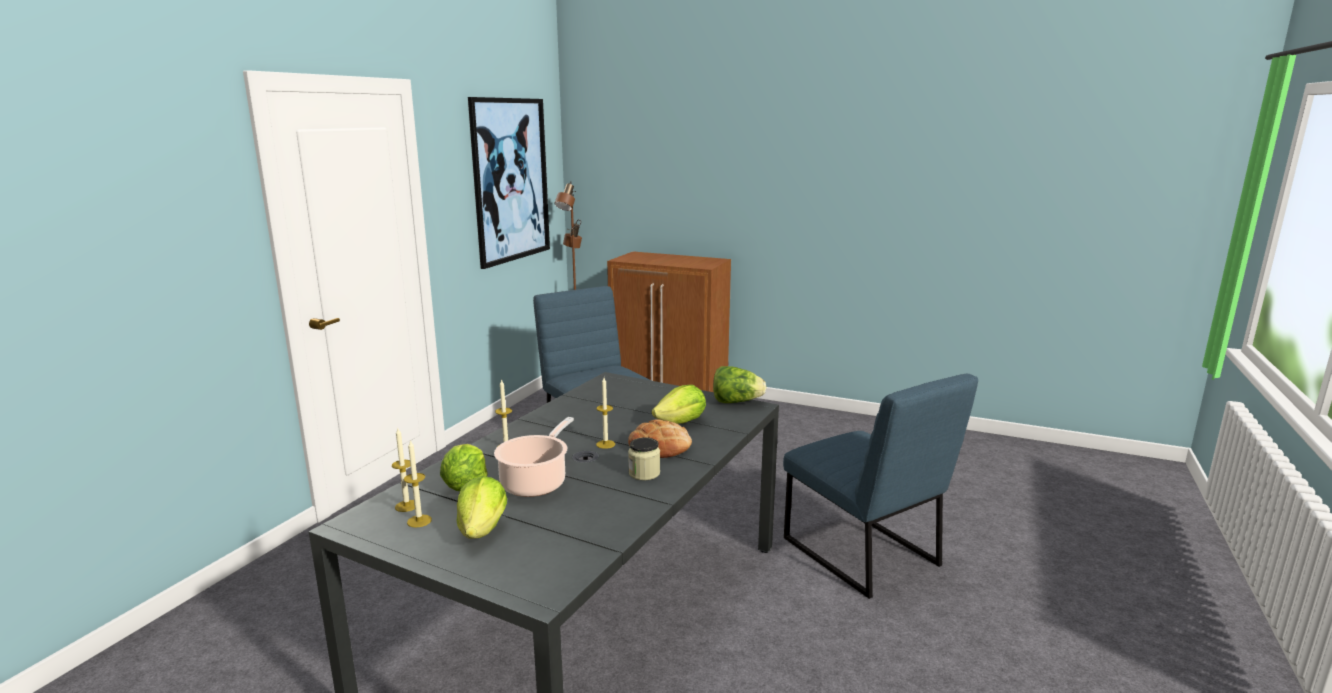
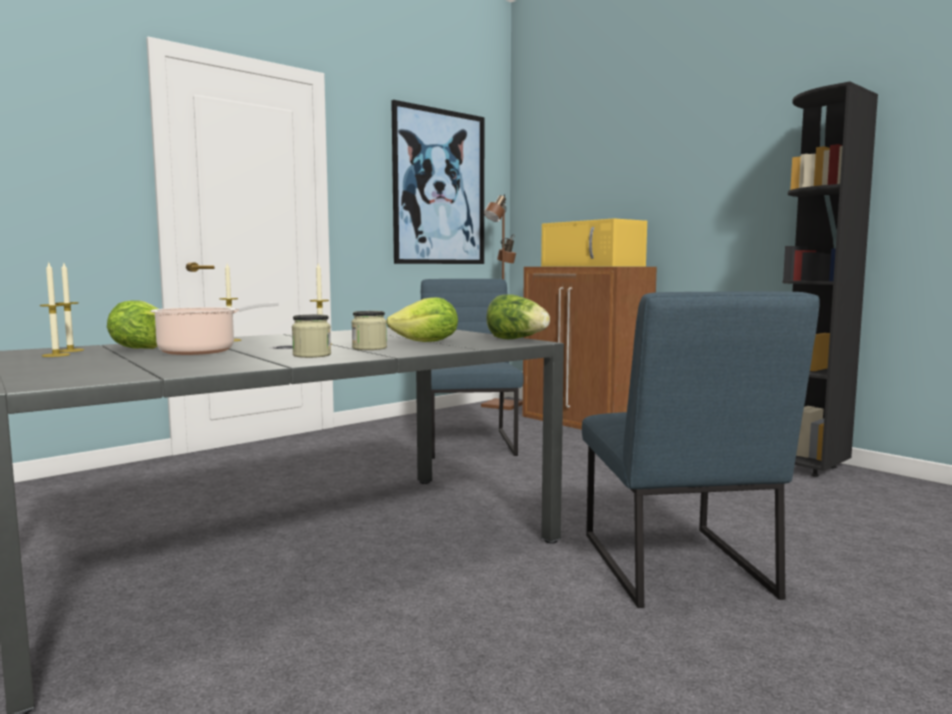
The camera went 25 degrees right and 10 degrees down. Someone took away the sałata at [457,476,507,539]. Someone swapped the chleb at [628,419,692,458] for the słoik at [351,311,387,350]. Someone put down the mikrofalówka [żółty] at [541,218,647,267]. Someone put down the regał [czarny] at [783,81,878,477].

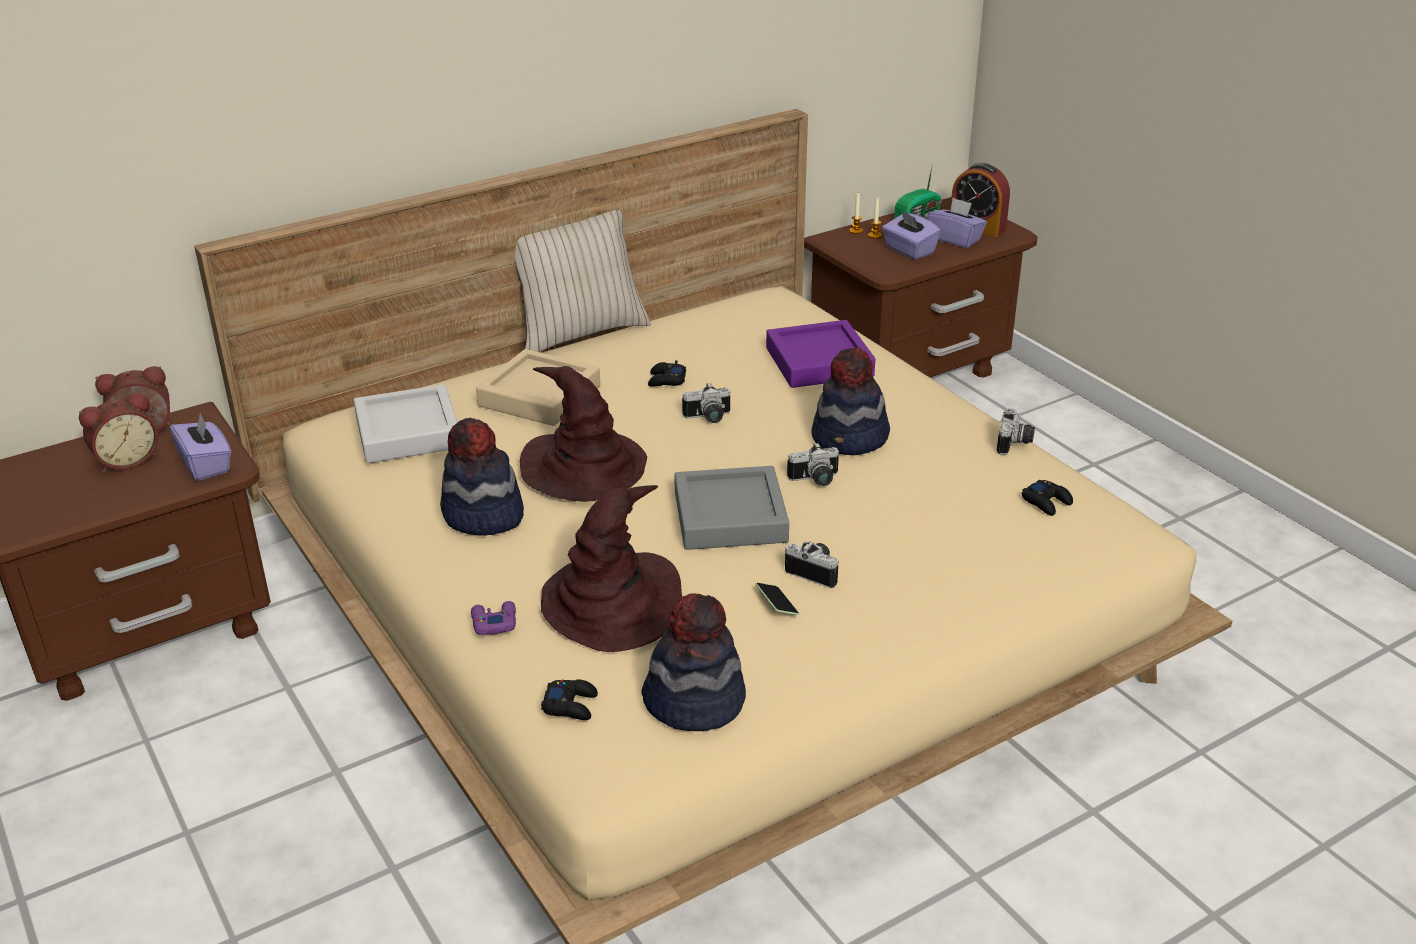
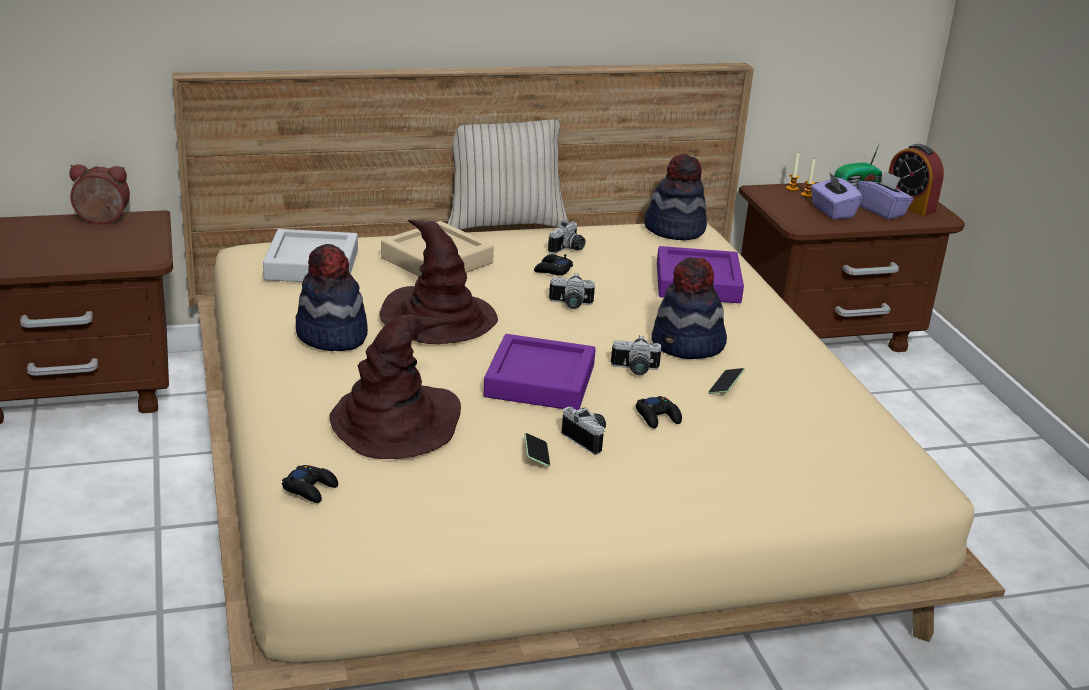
The camera went 15 degrees right and 5 degrees down. Someone took away the budzik at [79,392,158,472]. Someone took away the pudełko chusteczek [fioletowy] at [170,414,231,481]. Someone took away the pad do gier [fioletowy] at [471,601,516,635]. Someone carried the kapelusz from [641,593,746,731] to [644,153,707,240]. Someone repainted the taca [szary] at [674,466,789,550], which became the taca [fioletowy] at [483,334,596,410]. Someone carried the aparat fotograficzny from [997,408,1035,455] to [548,220,586,254]. Someone carried the pad do gier [czarny] from [1022,480,1073,516] to [636,396,682,428]. Someone put down the telefon at [708,368,745,394].

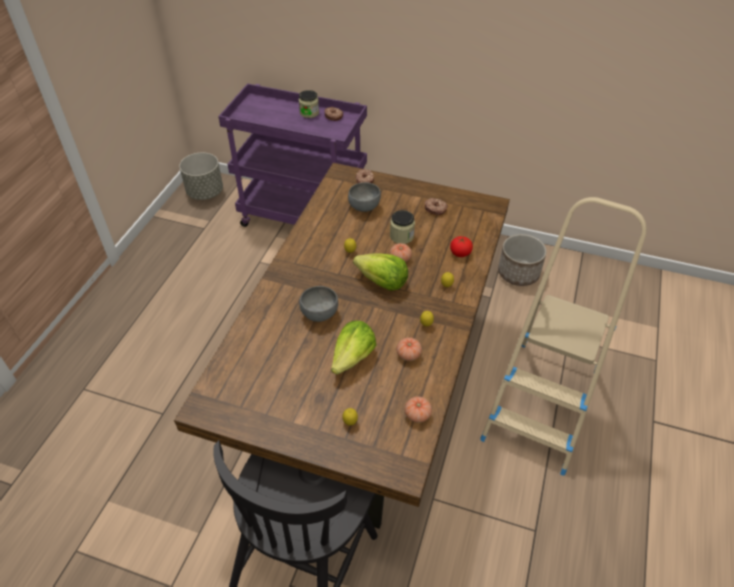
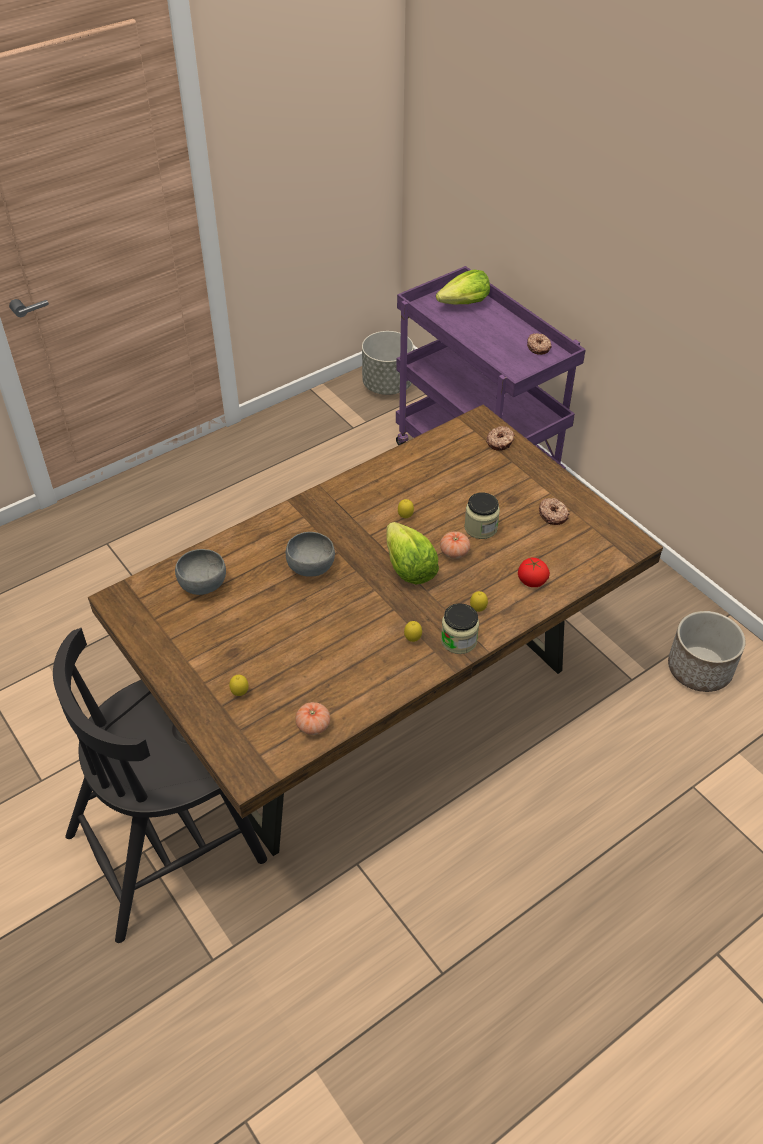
The camera went 35 degrees right and 0 degrees up. Someone carried the słoik from [298,90,319,118] to [441,603,479,654]. Someone carried the sałata from [331,320,376,375] to [436,270,490,305]. Someone carried the miska [szary] from [348,182,381,212] to [175,549,226,595]. Someone took away the pomidor at [396,338,422,361]. Someone took away the drabinka [beżowy] at [480,197,646,476].

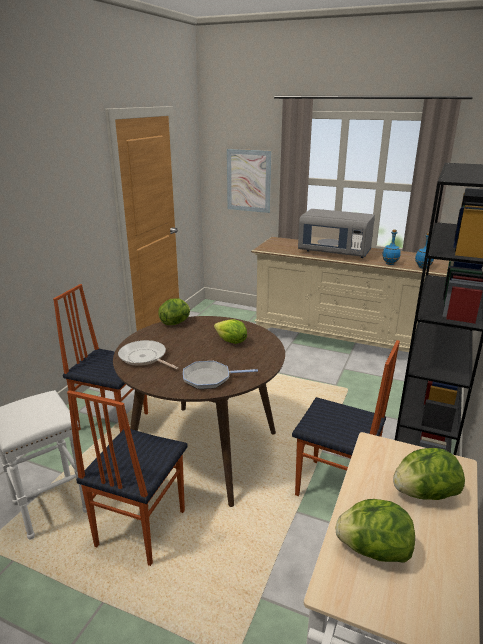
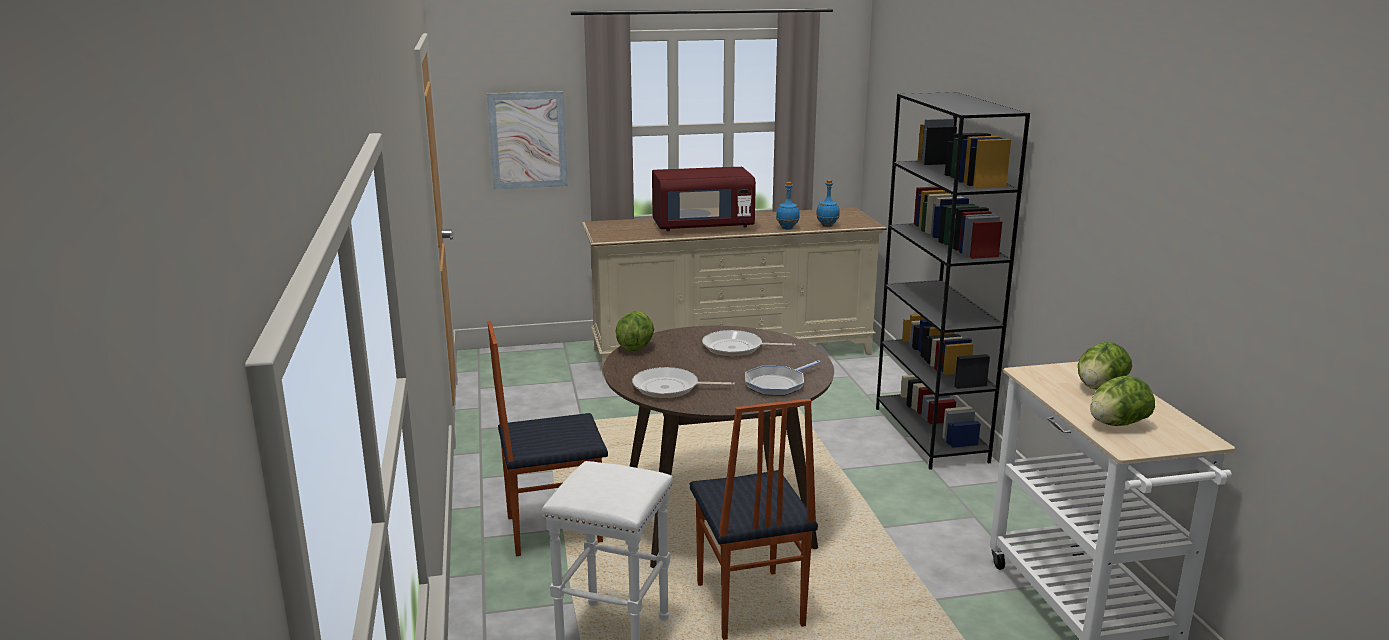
The camera went 35 degrees left and 5 degrees down. Someone swapped the sałata at [214,319,247,344] for the patelnia at [702,330,796,357]. Someone took away the krzesło at [292,340,400,496]. Someone repainted the mikrofalówka [szary] at [298,209,375,258], which became the mikrofalówka [czerwony] at [652,167,756,231].

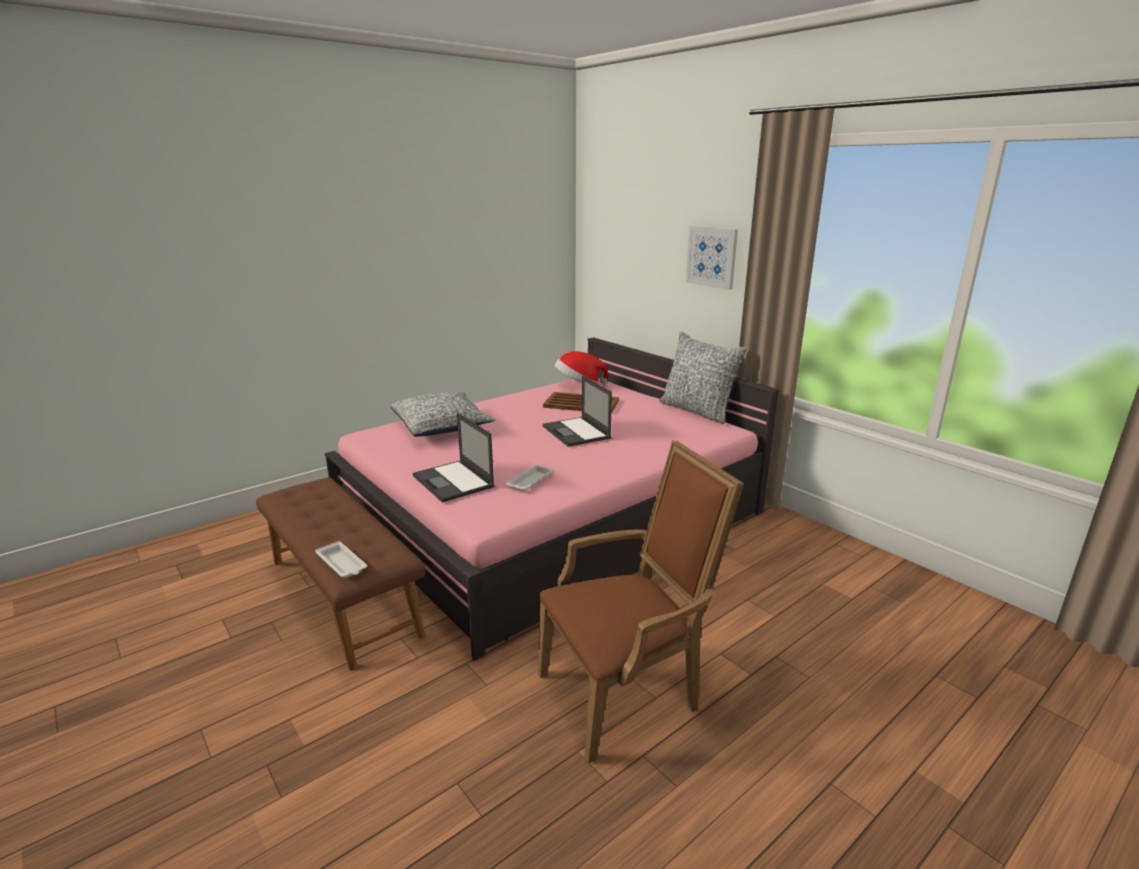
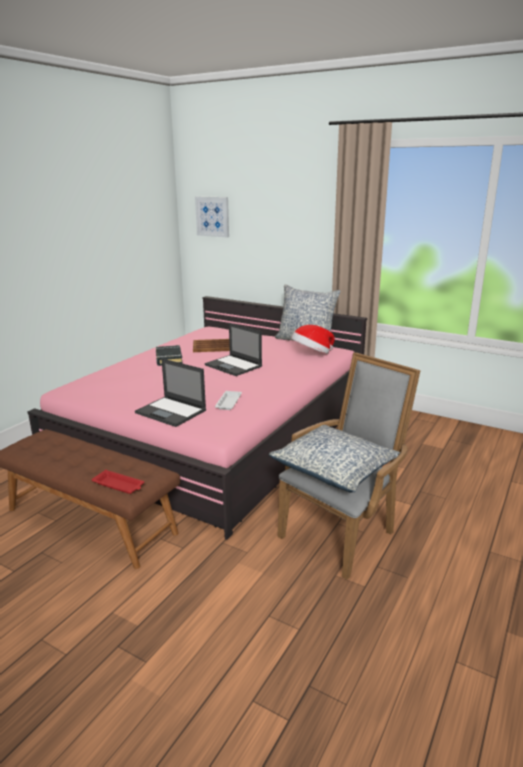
The camera went 20 degrees left and 0 degrees up. Someone repainted the taca [biały] at [315,541,367,578], which became the taca [czerwony] at [92,470,144,494]. Someone carried the poduszka from [390,392,495,437] to [269,425,400,493]. Someone repainted the fotel [brązowy] at [538,440,744,763], which became the fotel [szary] at [278,352,421,580]. Someone carried the kapelusz from [555,351,608,384] to [291,325,335,354]. Someone carried the obraz from [686,226,738,290] to [195,196,229,238]. Someone put down the książka [czarny] at [156,345,183,366].

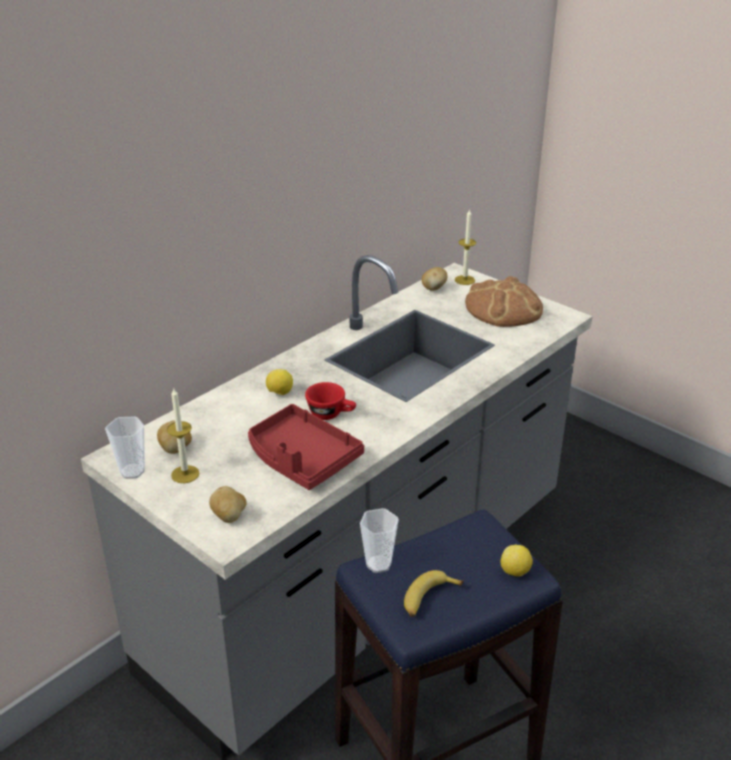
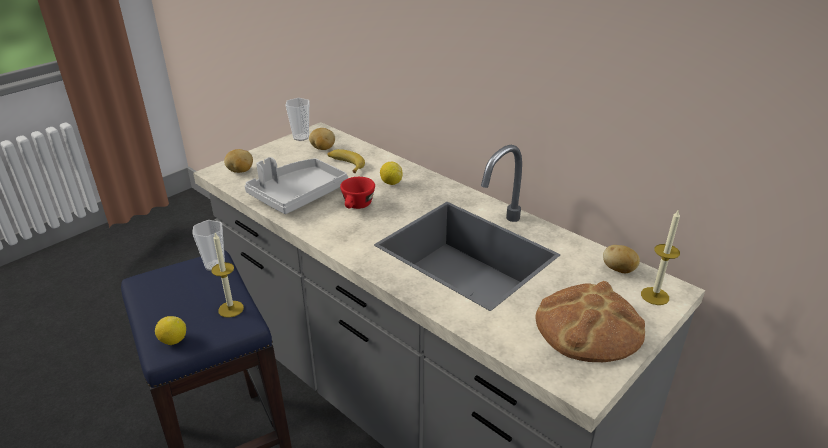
The camera went 90 degrees right and 0 degrees up. Someone carried the świeca from [167,387,200,483] to [211,233,244,318]. Someone repainted the taca [czerwony] at [248,404,364,490], which became the taca [szary] at [245,157,348,214]. Someone carried the banan from [404,570,464,617] to [327,149,365,173].

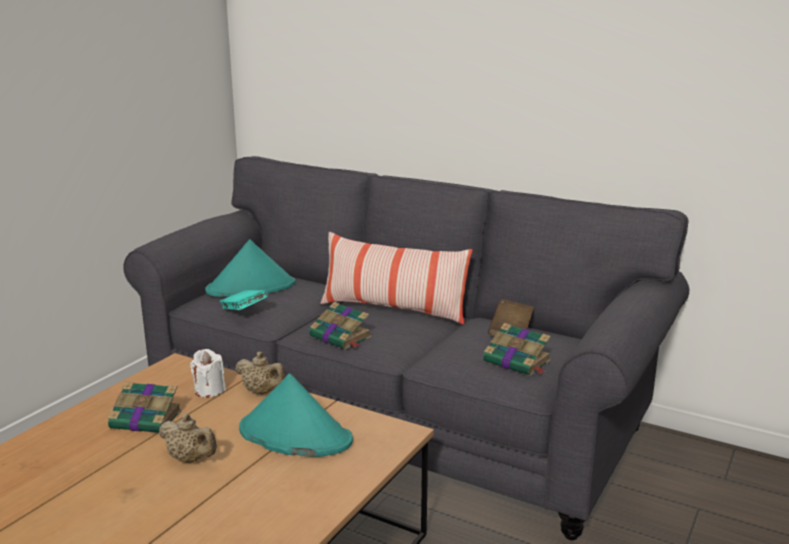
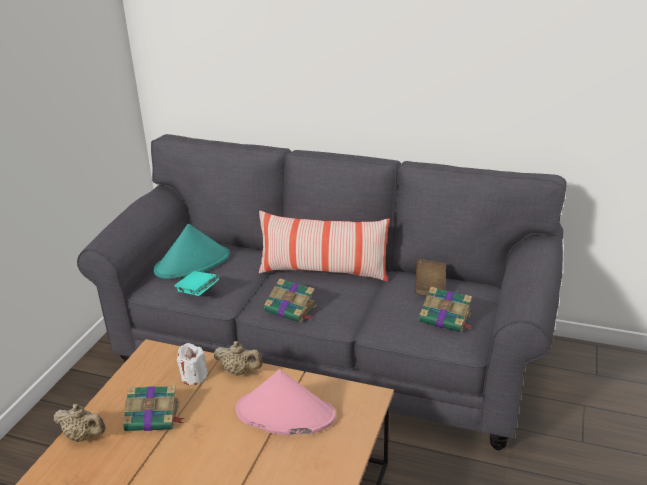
The camera went 10 degrees left and 10 degrees up. Someone carried the imbryk [beżowy] from [159,413,217,463] to [54,404,105,442]. Someone repainted the kapelusz [turkusowy] at [239,374,353,457], which became the kapelusz [różowy] at [236,369,336,435].

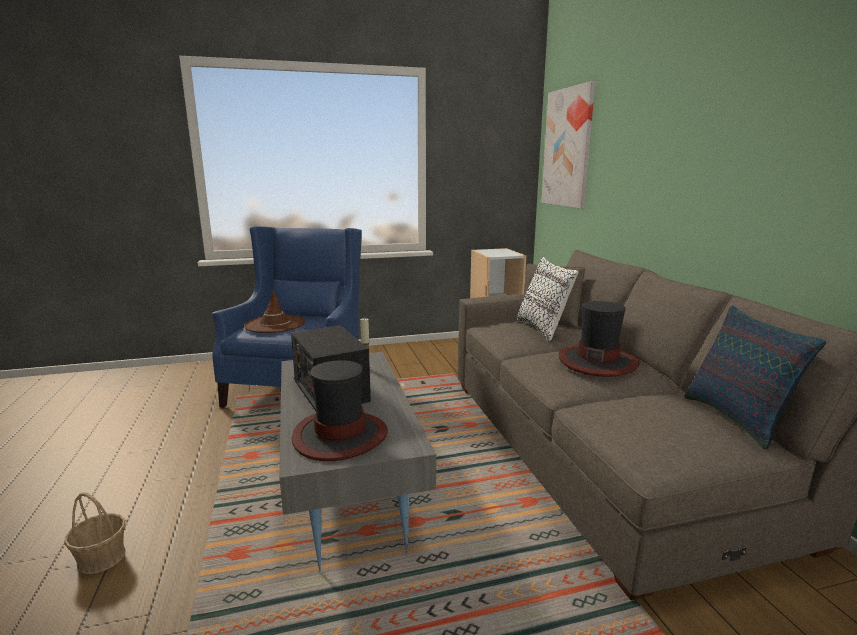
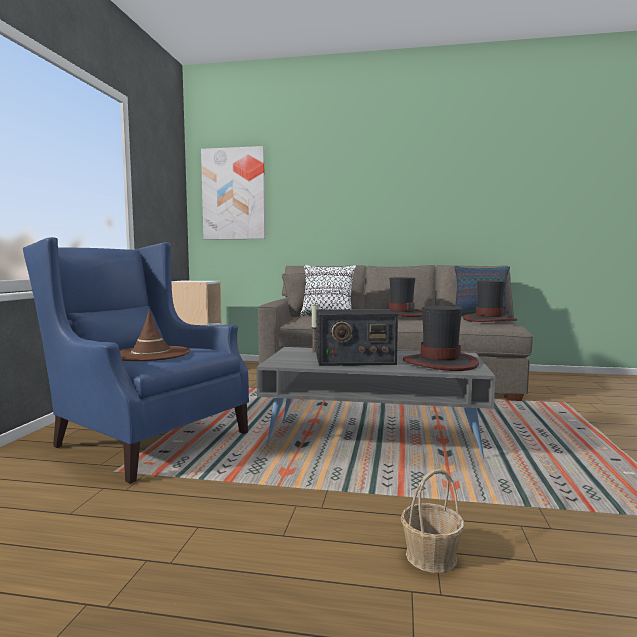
The camera went 65 degrees left and 10 degrees down. Someone put down the kapelusz at [463,280,517,322].

